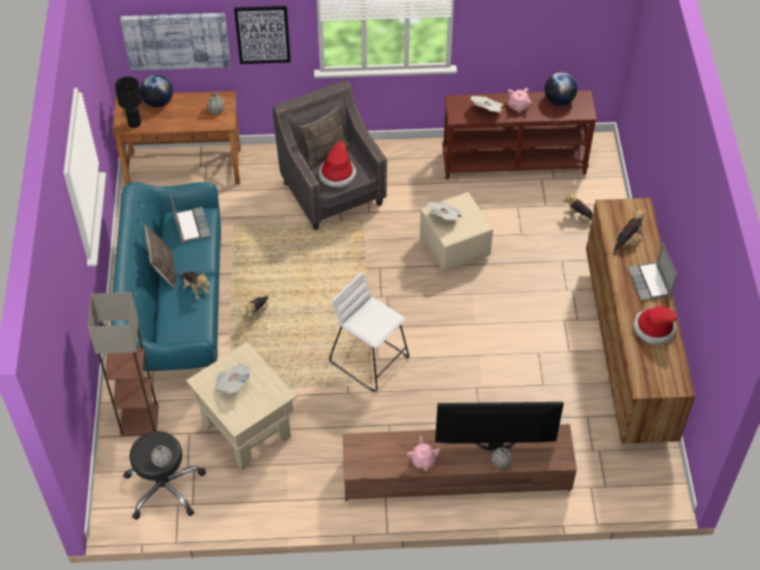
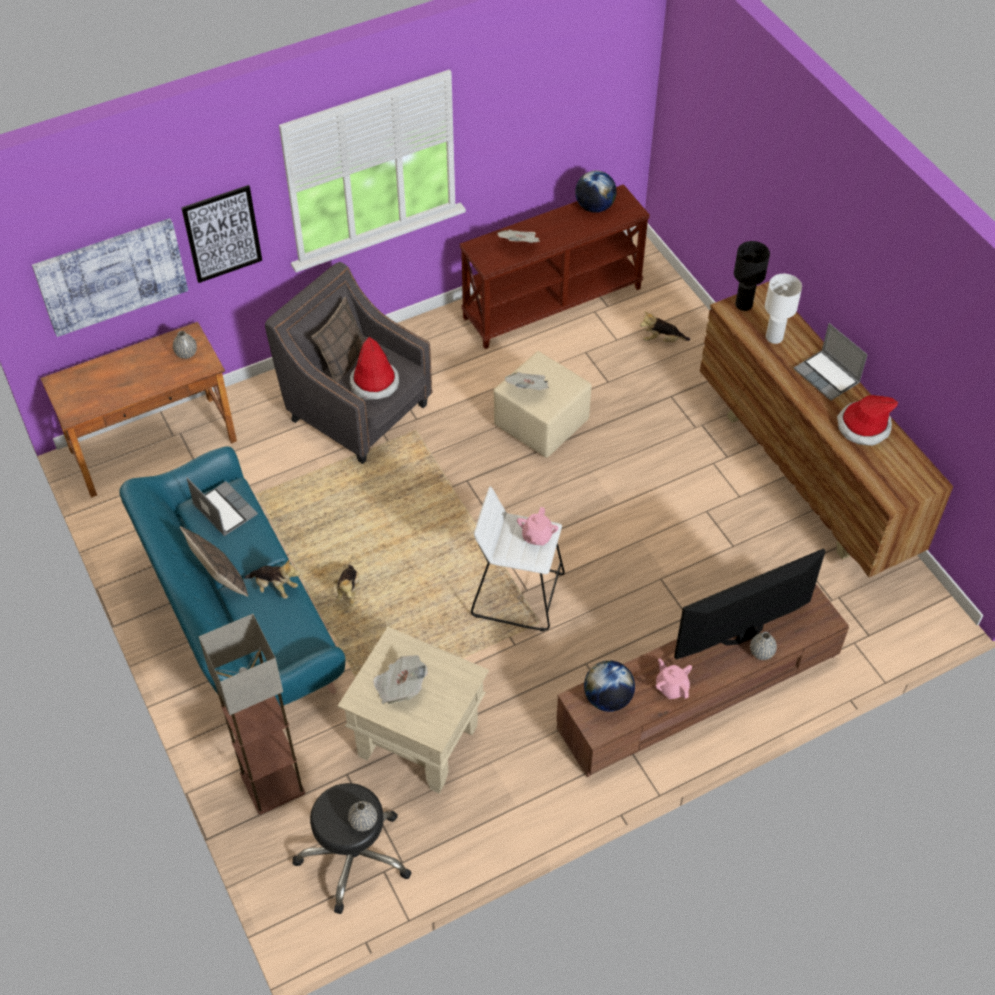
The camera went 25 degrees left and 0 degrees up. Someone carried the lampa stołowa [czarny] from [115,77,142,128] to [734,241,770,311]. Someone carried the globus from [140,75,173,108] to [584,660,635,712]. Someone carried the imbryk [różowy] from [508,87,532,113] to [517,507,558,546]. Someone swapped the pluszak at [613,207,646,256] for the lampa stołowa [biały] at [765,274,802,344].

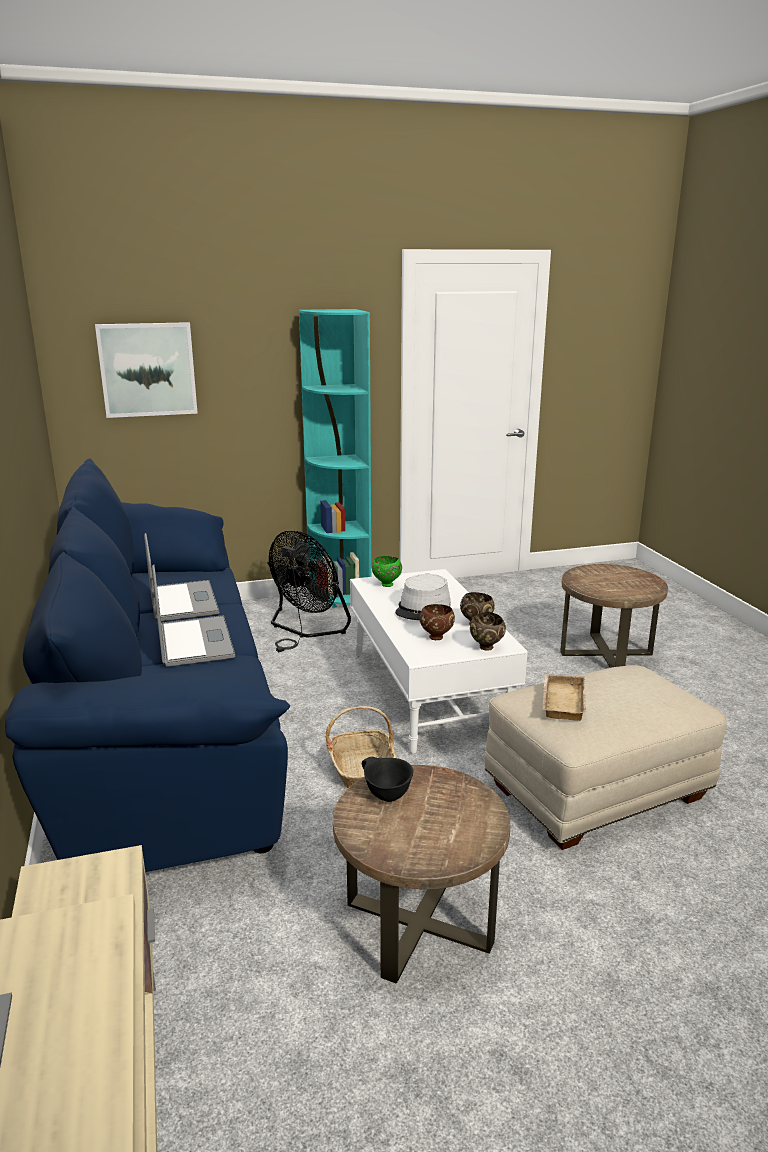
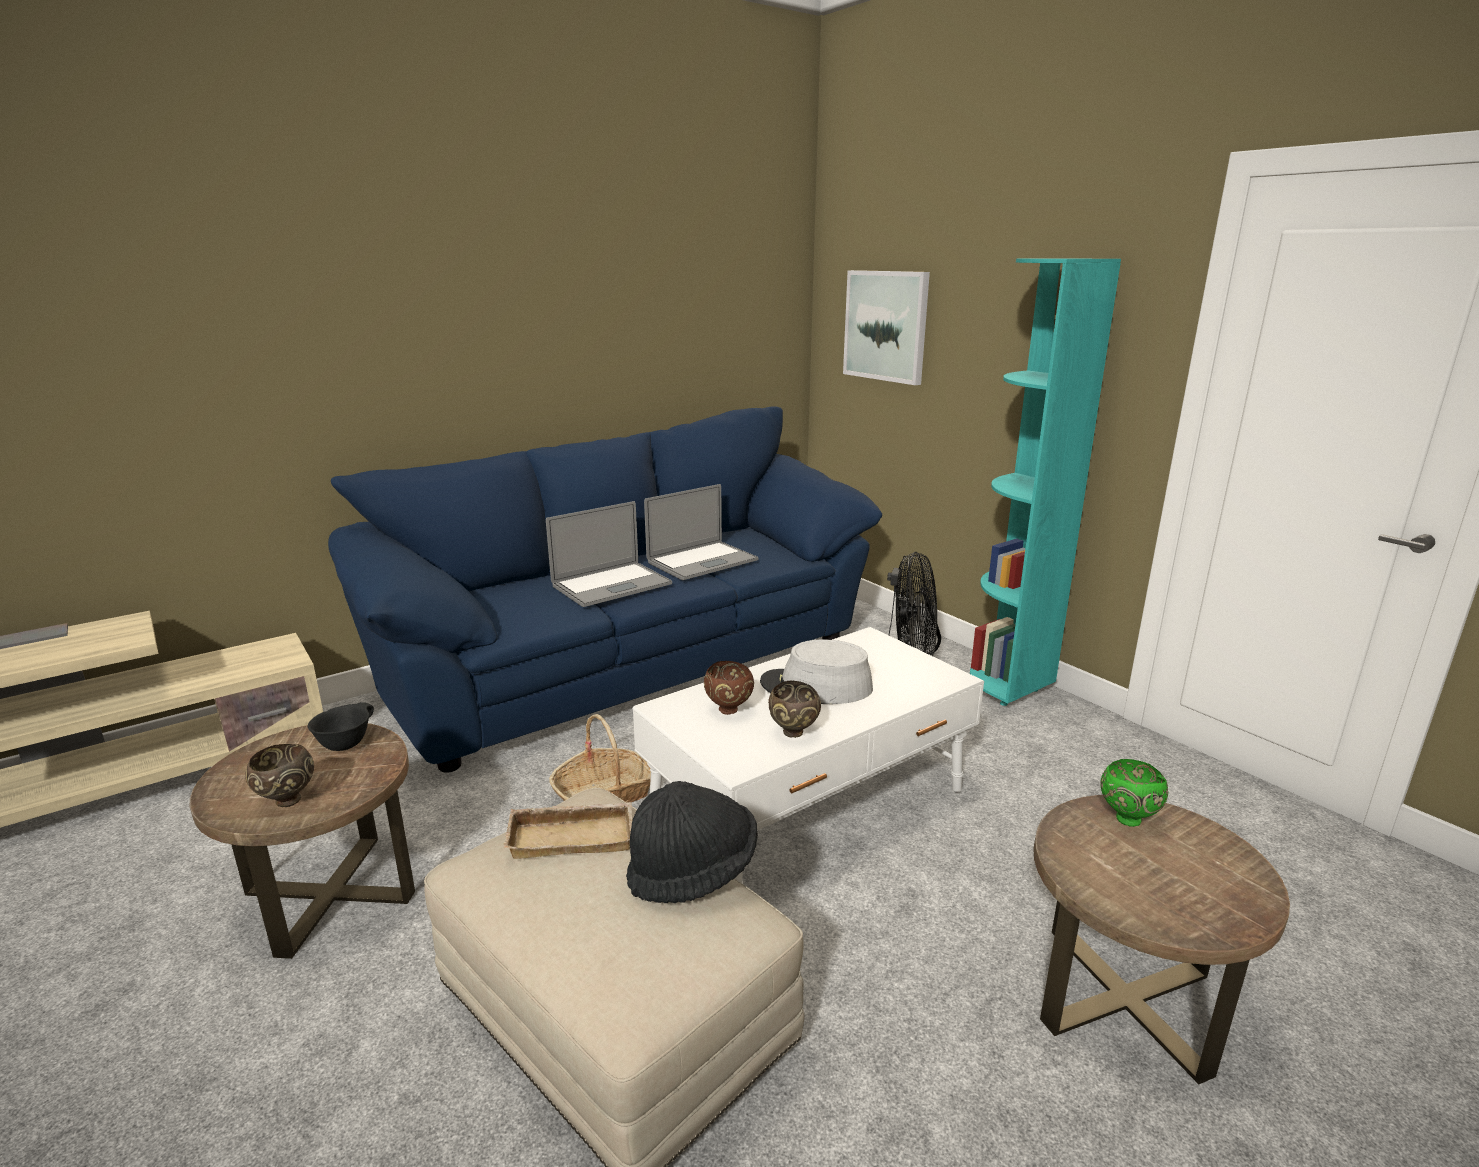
The camera went 70 degrees right and 0 degrees up. Someone carried the miska [zielony] from [372,556,402,587] to [1100,759,1168,827]. Someone carried the miska [brązowy] from [470,612,506,651] to [245,744,314,807]. Someone put down the kapelusz [czarny] at [626,781,758,903].

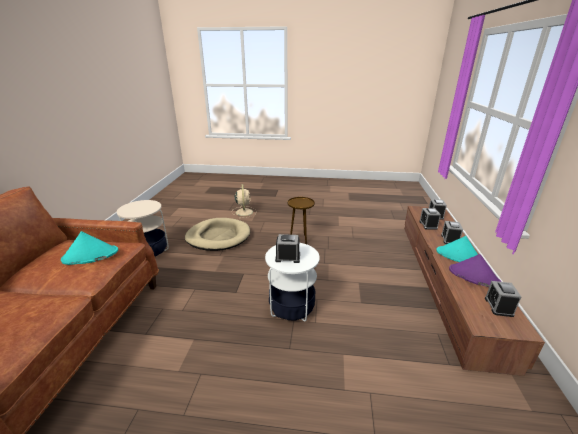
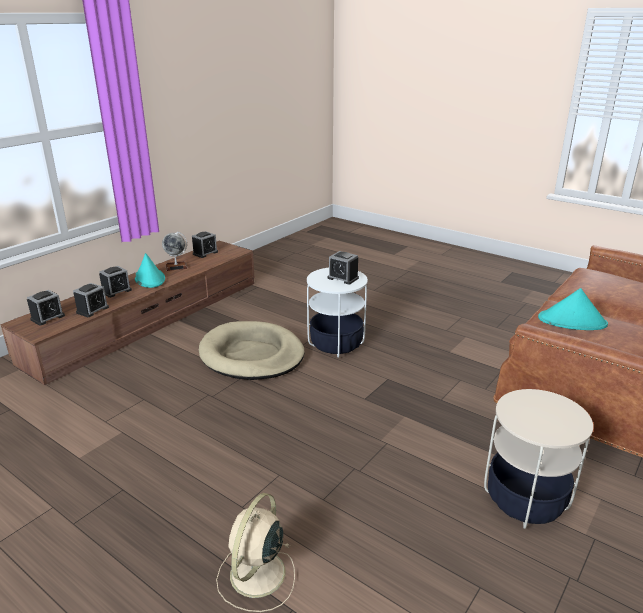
The camera went 150 degrees left and 0 degrees up. Someone carried the legowisko [beżowy] from [185,218,250,251] to [199,321,304,380]. Someone took away the stolik [brązowy] at [288,197,315,244]. Someone swapped the kapelusz [fioletowy] at [449,254,502,287] for the globus at [162,231,188,271].

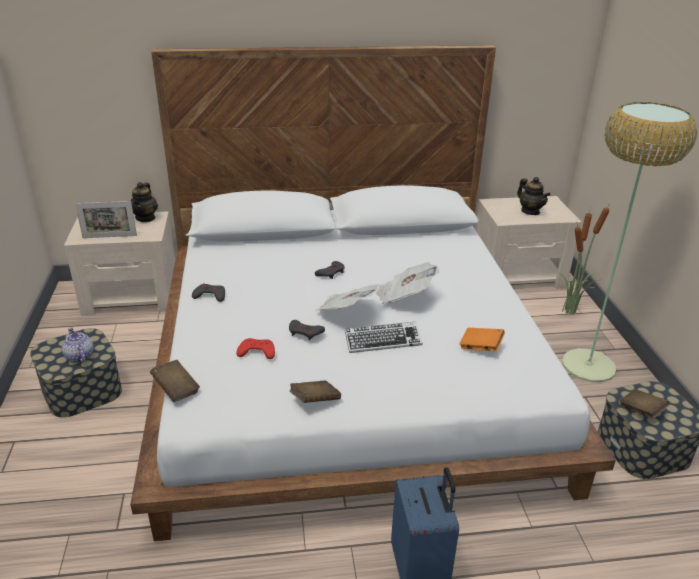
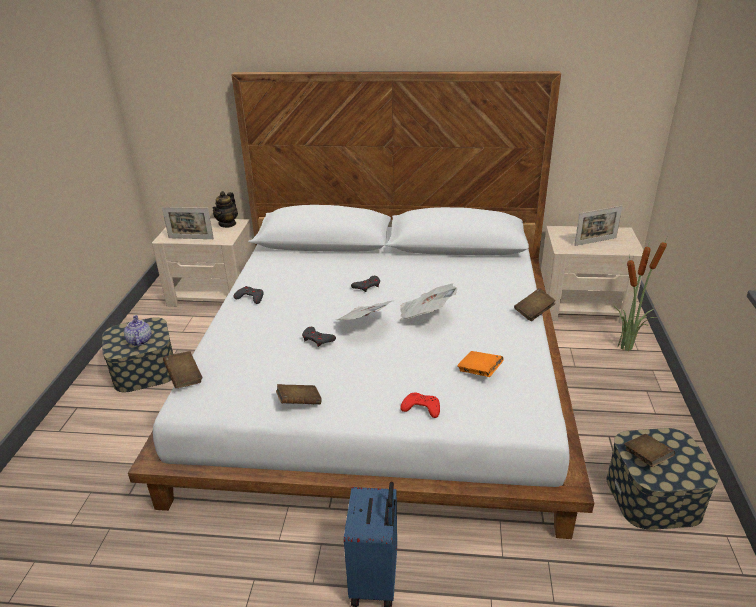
The camera went 15 degrees right and 0 degrees up. Someone carried the pad do gier [czerwony] from [237,338,275,359] to [401,393,440,418]. Someone took away the klawiatura at [345,322,422,353]. Someone swapped the imbryk at [517,177,550,215] for the ramka na zdjęcie at [574,206,622,246]. Someone took away the lampa stojąca at [563,102,697,383]. Someone put down the książka [brązowy] at [514,288,556,321].

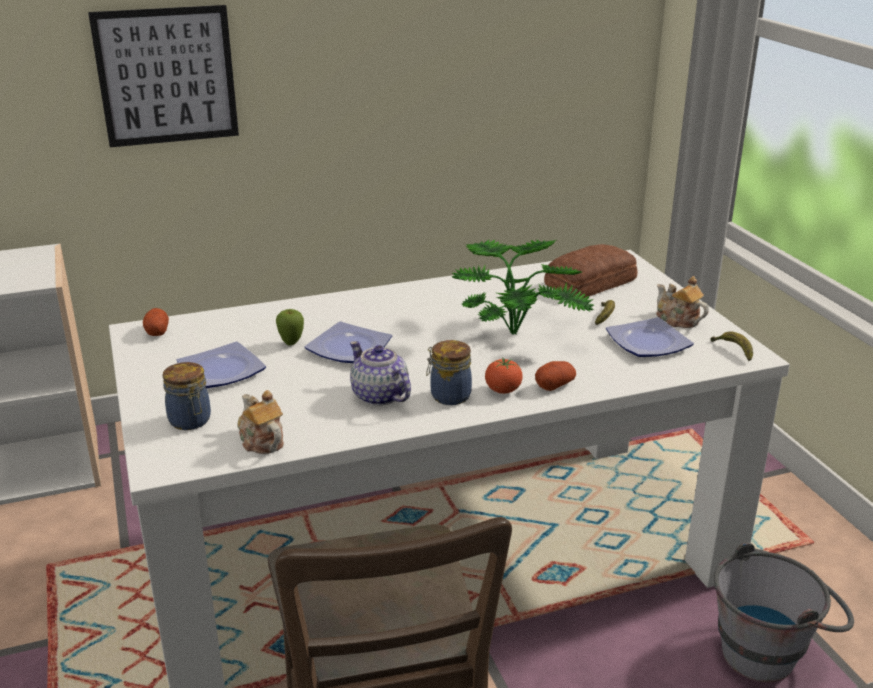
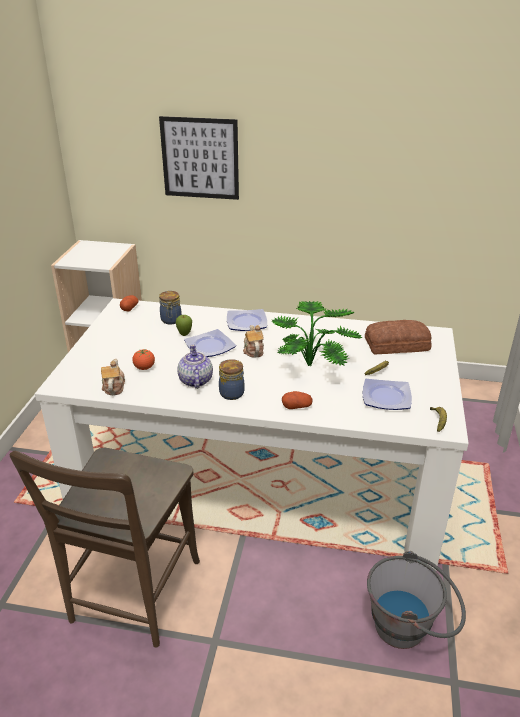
The camera went 30 degrees right and 5 degrees up. Someone carried the słoik from [163,362,211,430] to [159,291,182,325]. Someone carried the talerz from [177,342,266,388] to [227,309,267,331]. Someone carried the pomidor from [485,357,523,394] to [132,349,155,370]. Someone carried the imbryk from [656,276,709,328] to [243,325,264,358].

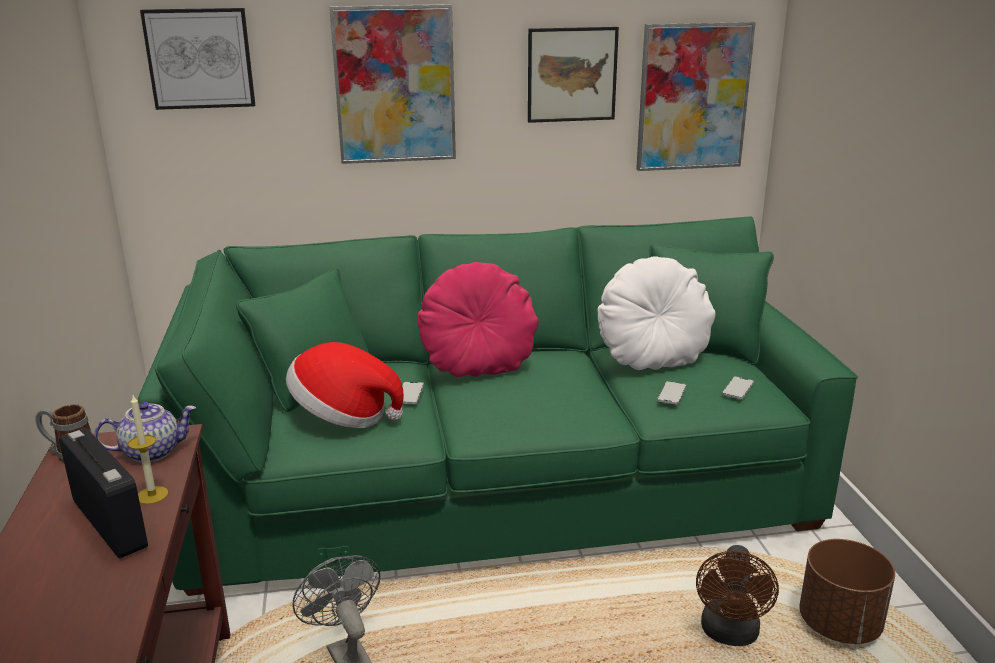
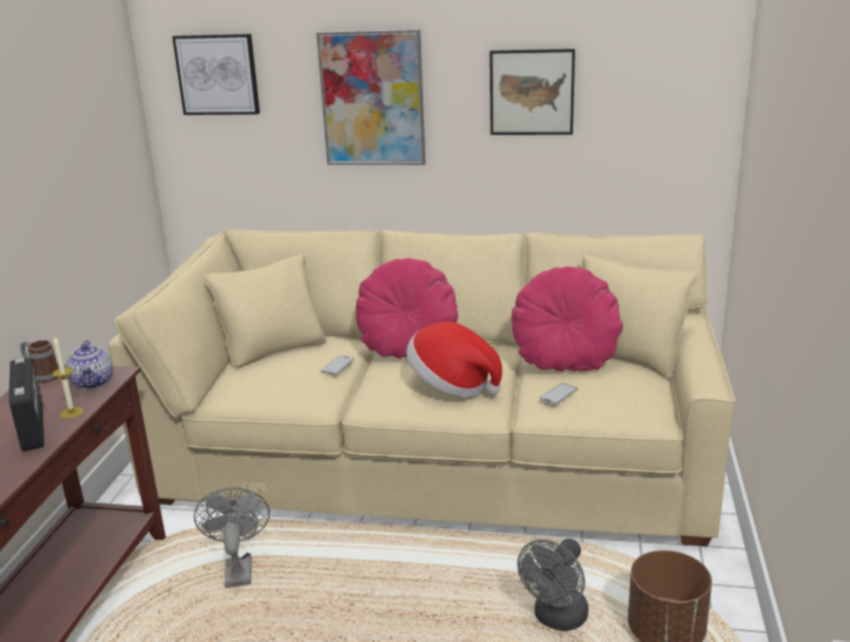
The camera went 20 degrees right and 0 degrees up. Someone rotated the imbryk at [94,402,196,462] by 75 degrees clockwise. Someone repainted the kanapa [zielony] at [138,216,858,596], which became the kanapa [beżowy] at [108,228,735,546]. Someone carried the kapelusz from [286,342,404,428] to [406,321,502,398]. Someone repainted the poduszka [biały] at [598,256,716,370], which became the poduszka [różowy] at [511,266,623,372]. Someone took away the obraz at [636,22,756,171]. Someone repainted the wentylator [brązowy] at [696,545,779,646], which became the wentylator [szary] at [517,538,588,631]. Someone took away the telefon at [722,376,754,399].

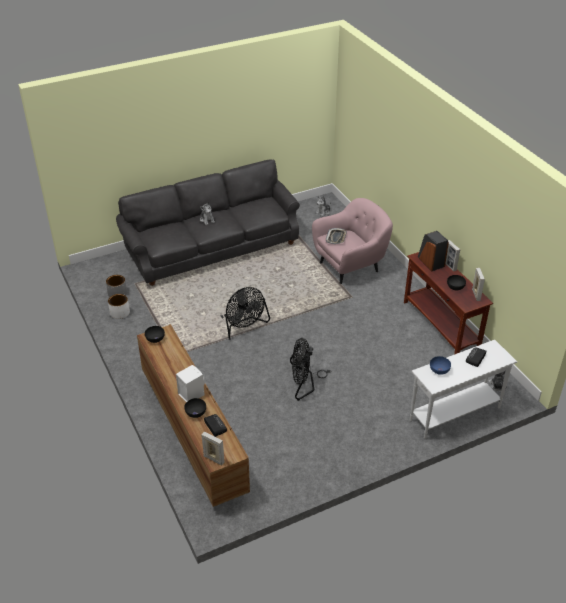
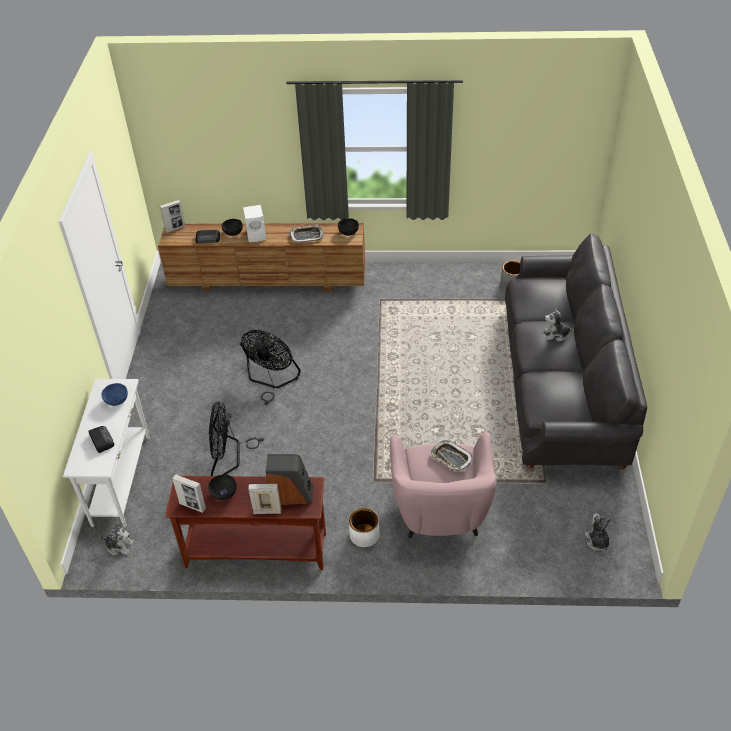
The camera went 120 degrees right and 5 degrees up. Someone carried the donica [biały] from [108,294,130,319] to [349,508,380,547]. Someone carried the wentylator [czarny] from [220,287,270,340] to [209,401,265,476]. Someone put down the taca at [289,224,324,243].

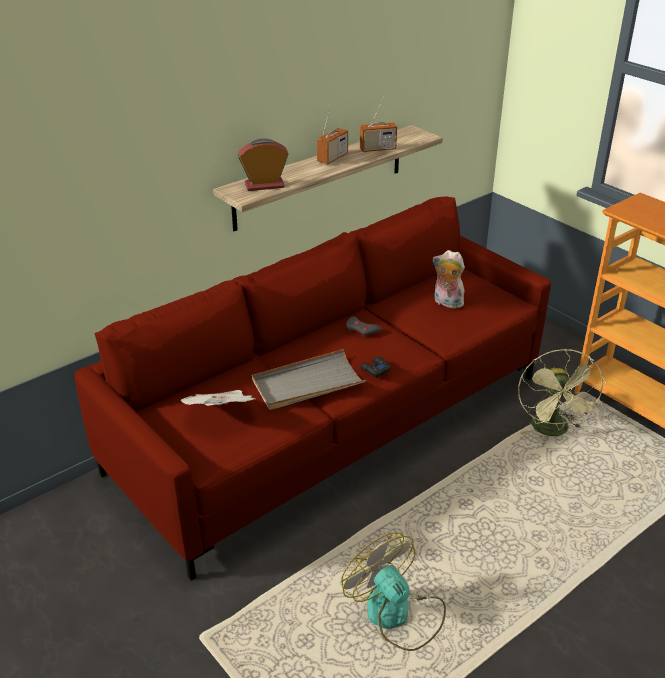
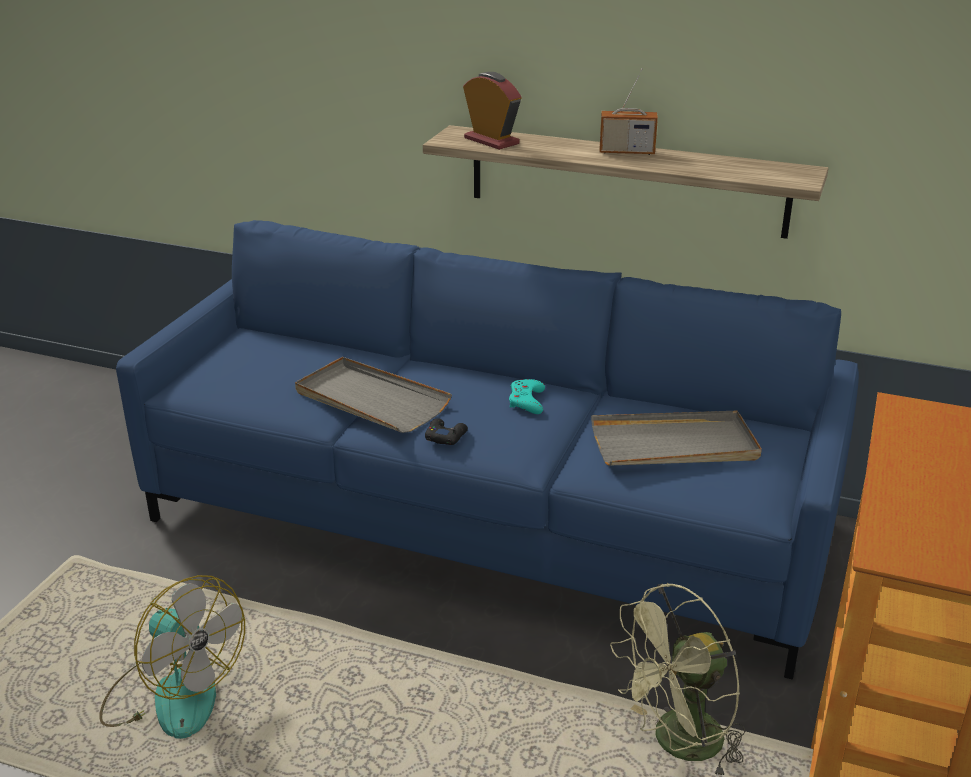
The camera went 60 degrees right and 5 degrees down. Someone repainted the kanapa [czerwony] at [74,196,551,581], which became the kanapa [niebieski] at [116,220,859,680]. Someone took away the gazeta at [181,390,255,406]. Someone rotated the wentylator at [341,532,446,651] by 105 degrees clockwise. Someone repainted the pad do gier [szary] at [346,316,382,338], which became the pad do gier [turkusowy] at [509,379,545,414]. Someone took away the radio at [360,96,397,152]. Someone swapped the pluszak at [433,250,465,308] for the taca [szary] at [591,411,762,466].

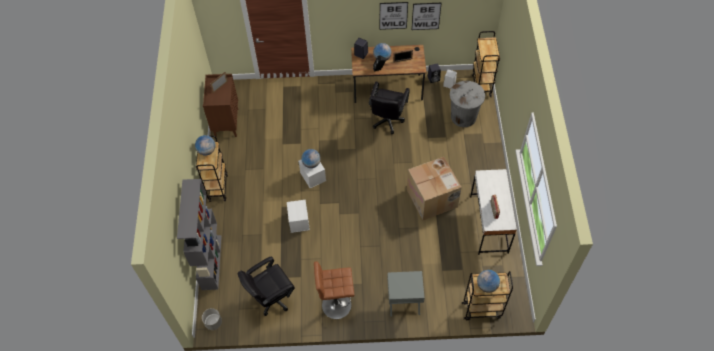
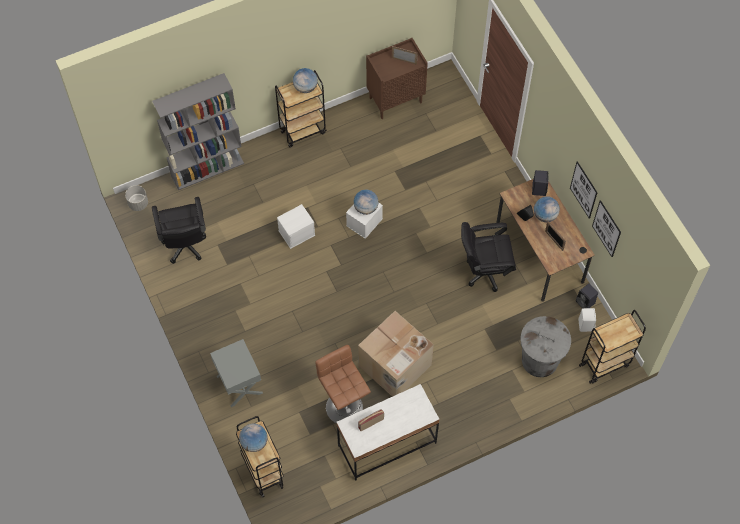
The camera went 65 degrees right and 5 degrees up. Someone rotated the krzesło biurowe [czarny] at [237,257,295,316] by 135 degrees counterclockwise. Someone carried the stołek [brązowy] from [314,261,354,319] to [315,345,371,423].

